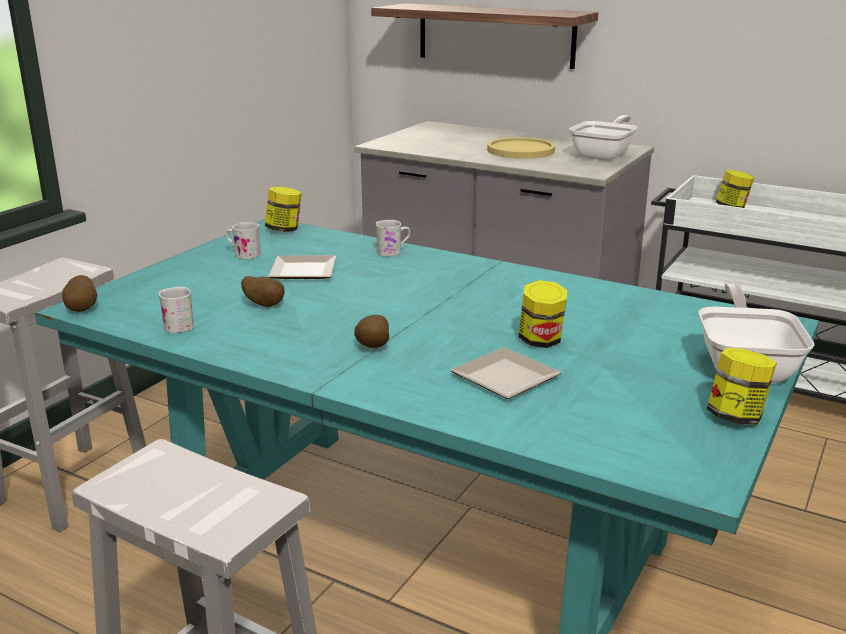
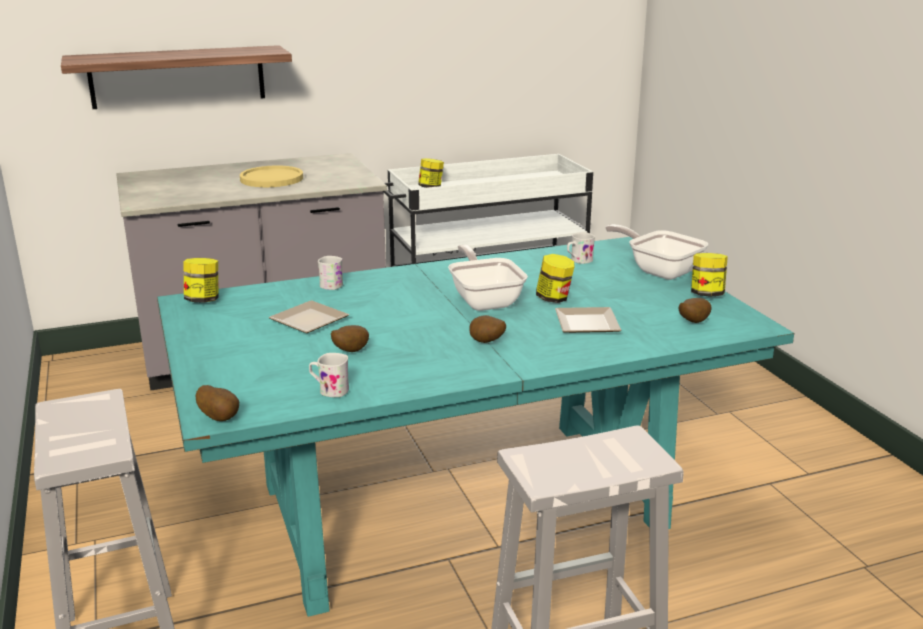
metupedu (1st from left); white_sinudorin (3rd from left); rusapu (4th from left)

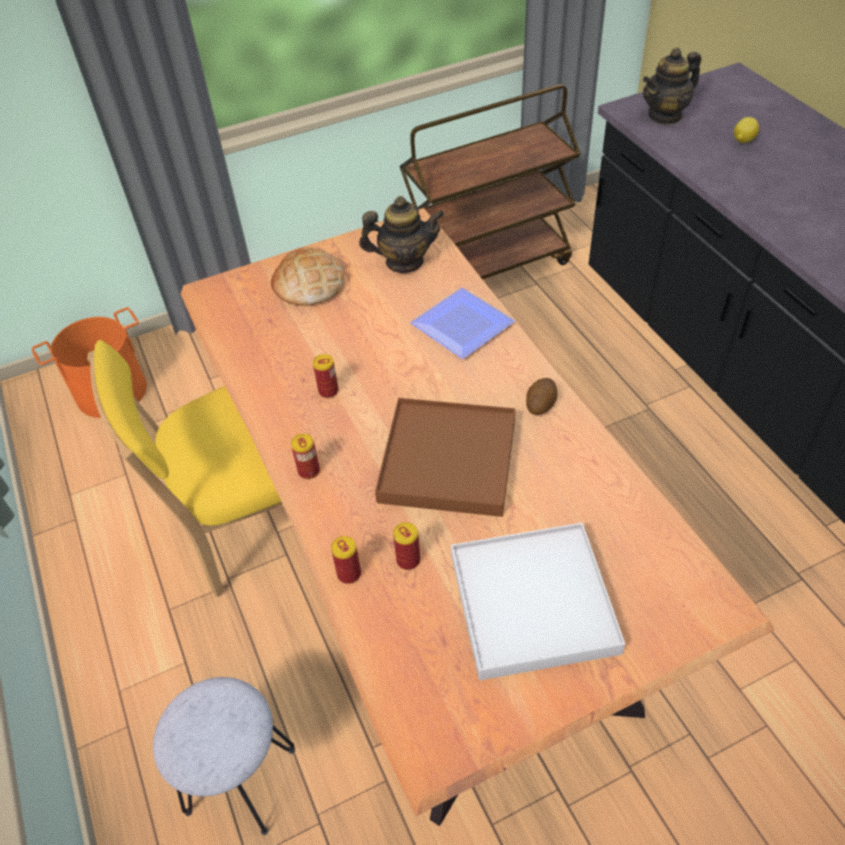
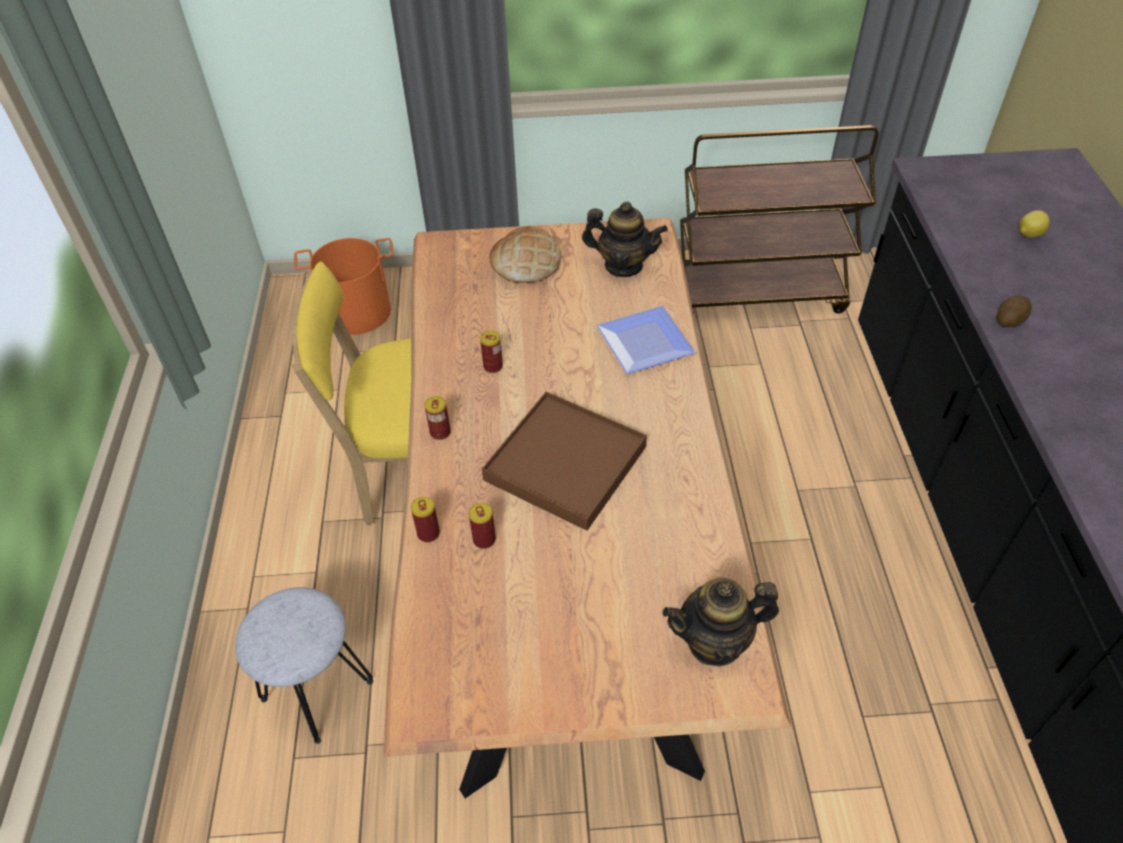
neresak (2nd from left); rusapu; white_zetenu

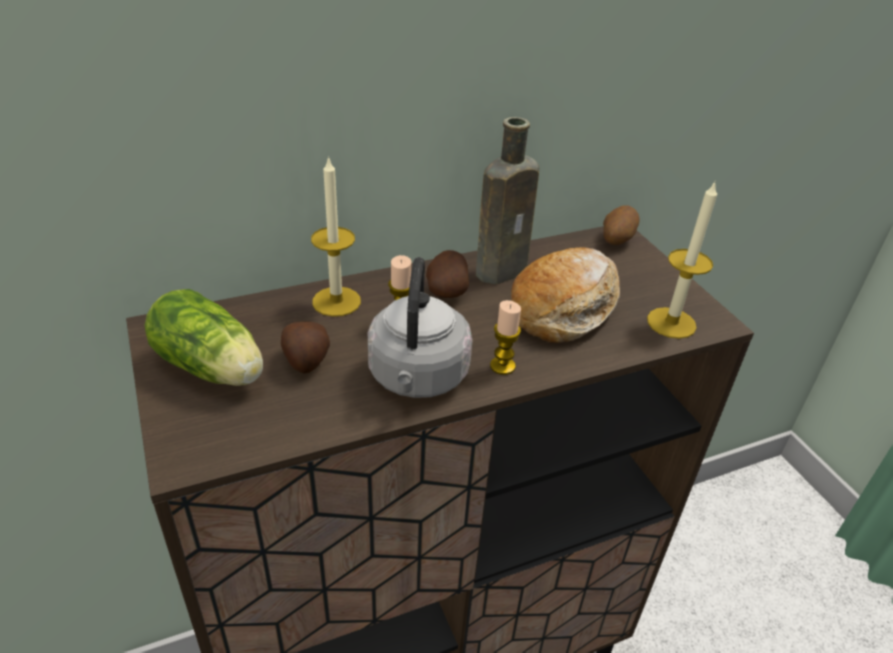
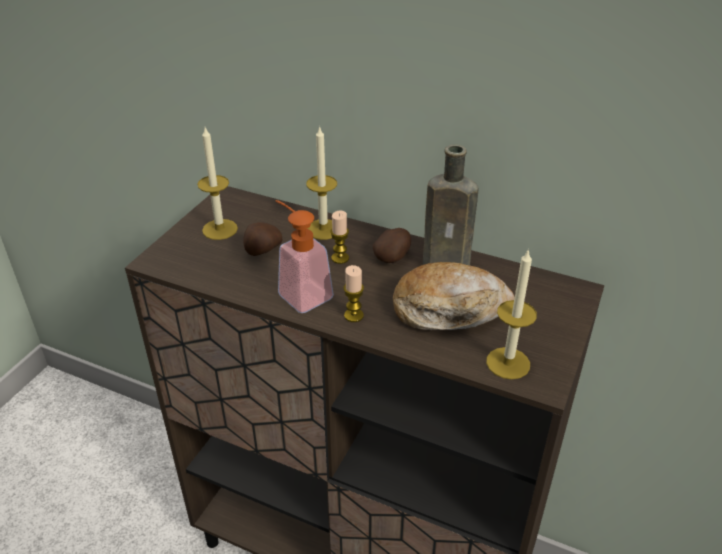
rusapu (3rd from left in the first image); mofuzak; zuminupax (1st from left)

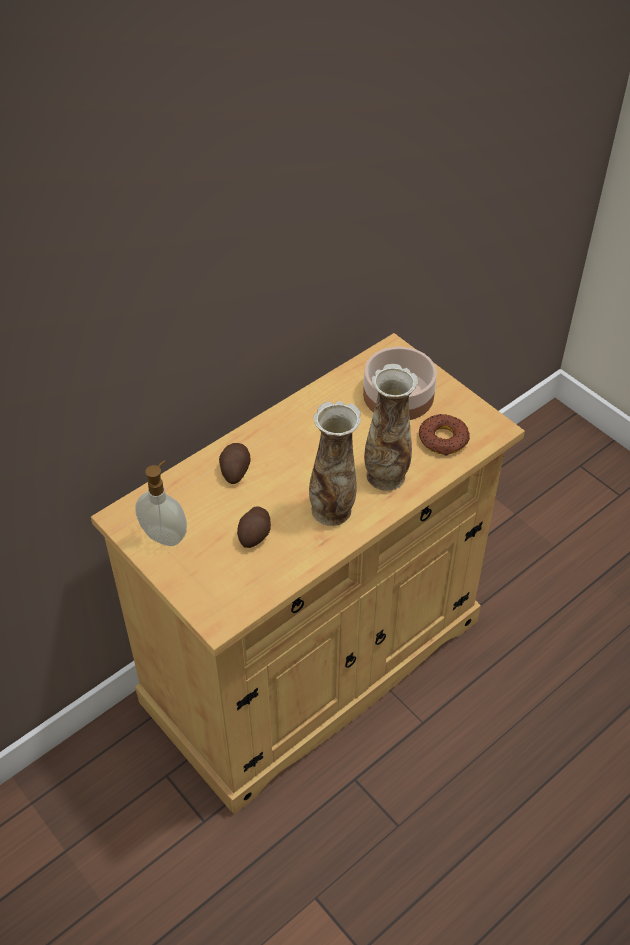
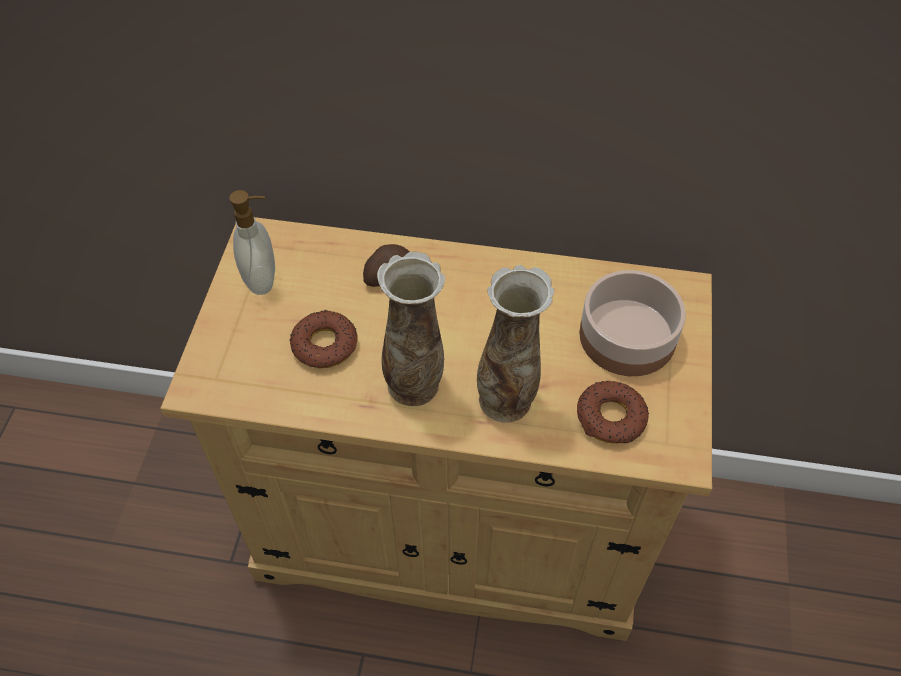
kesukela (1st from left)

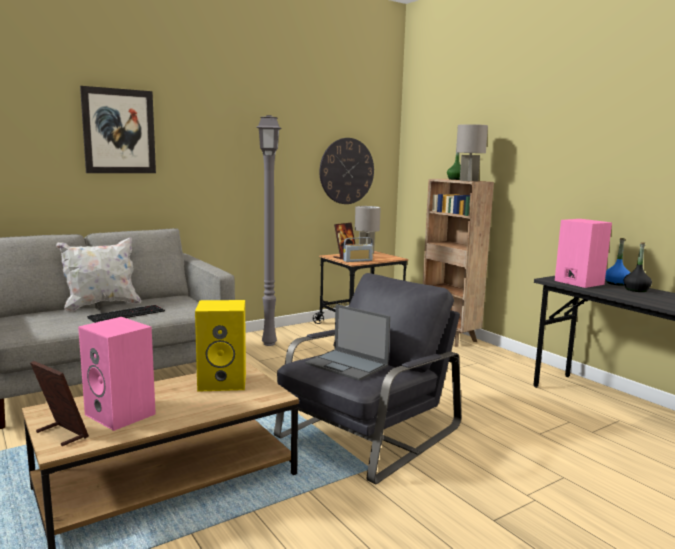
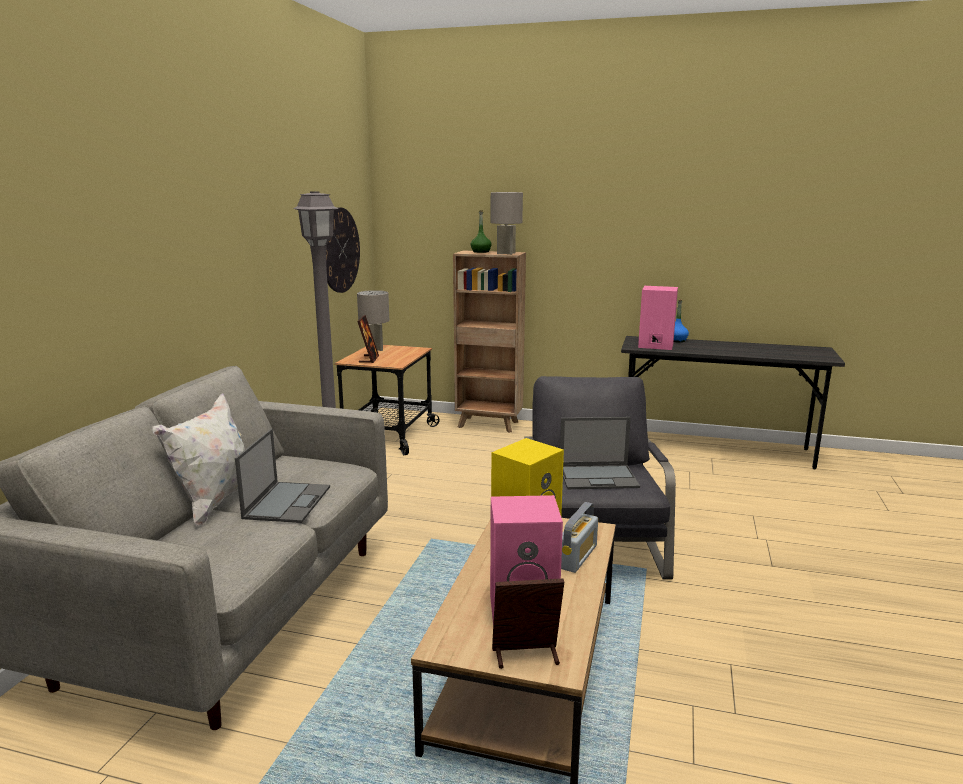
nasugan; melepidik; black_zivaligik; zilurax (1st from left)

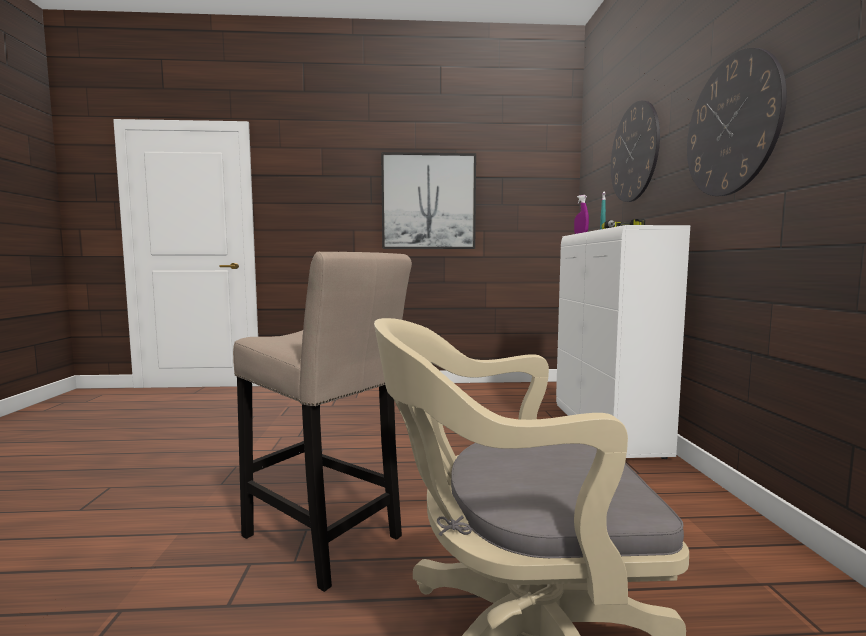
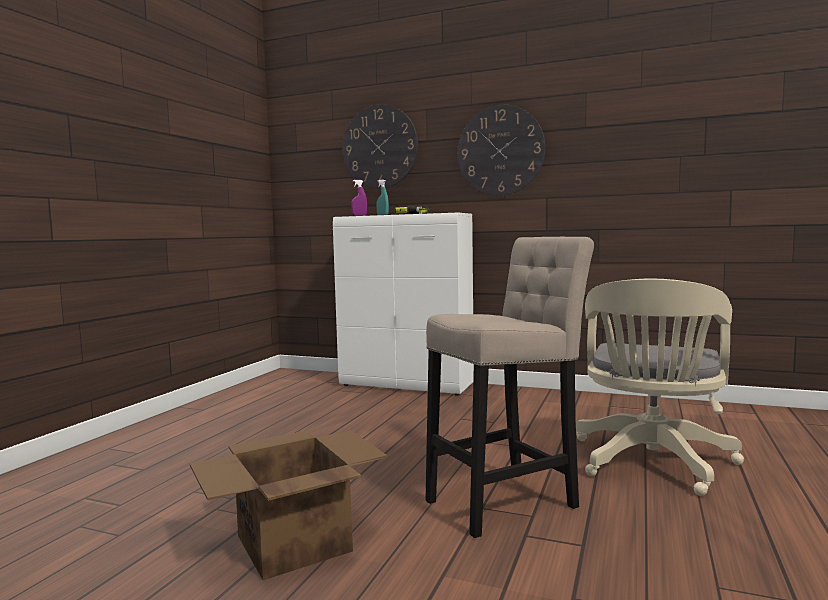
nasugan; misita

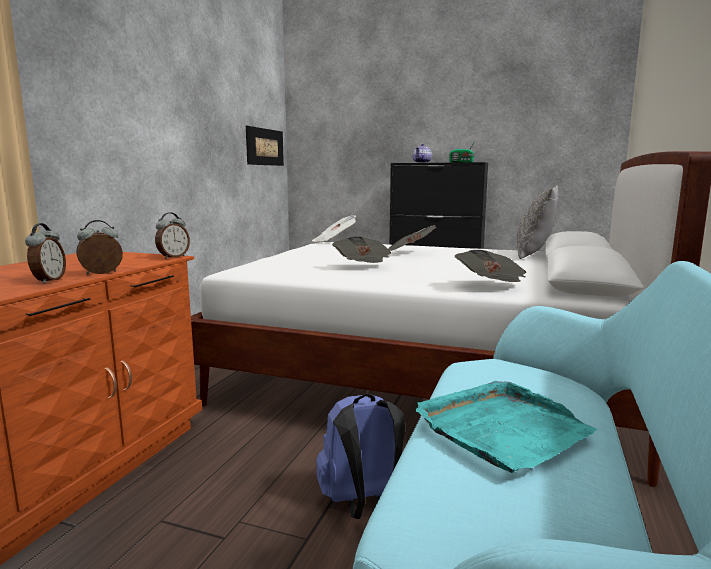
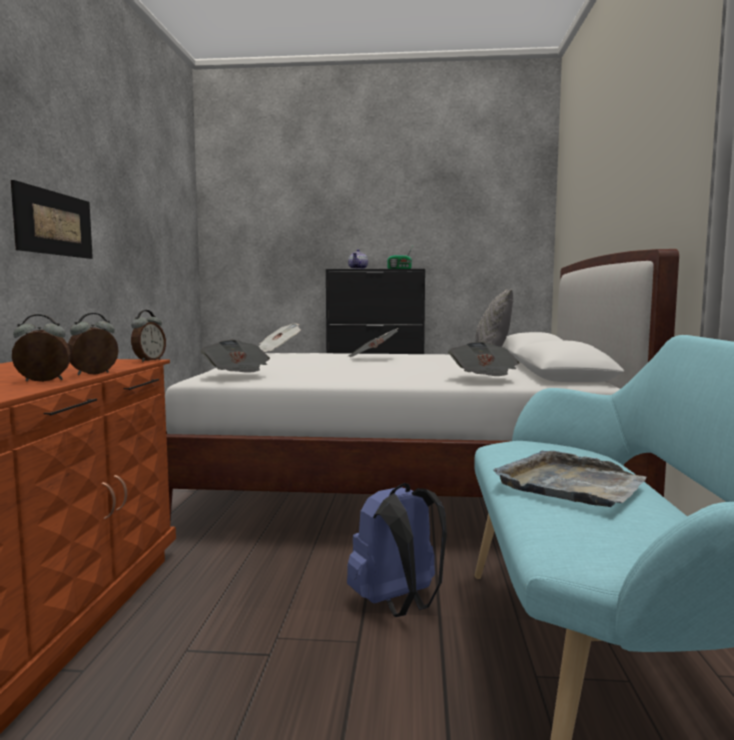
nasugan; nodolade (1st from left); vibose (1st from left); grey_zetenu

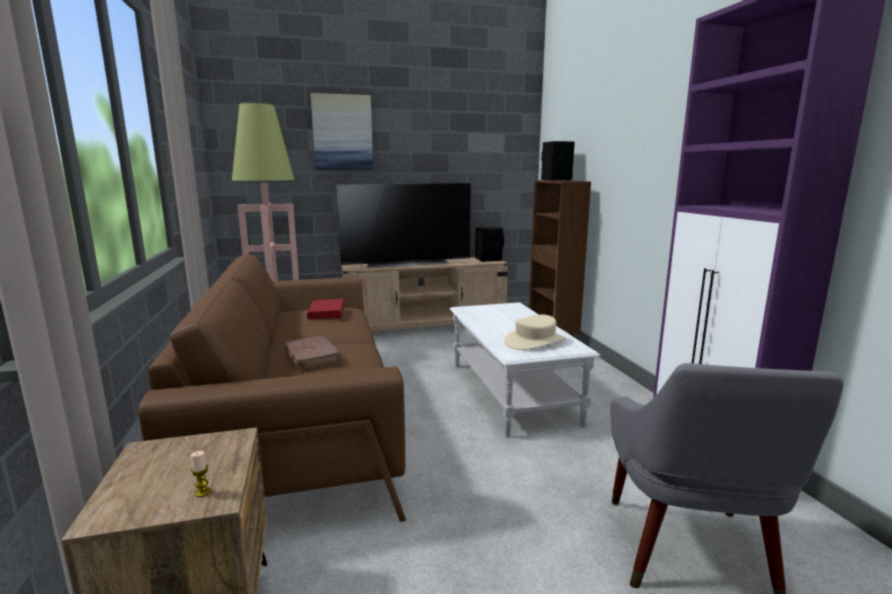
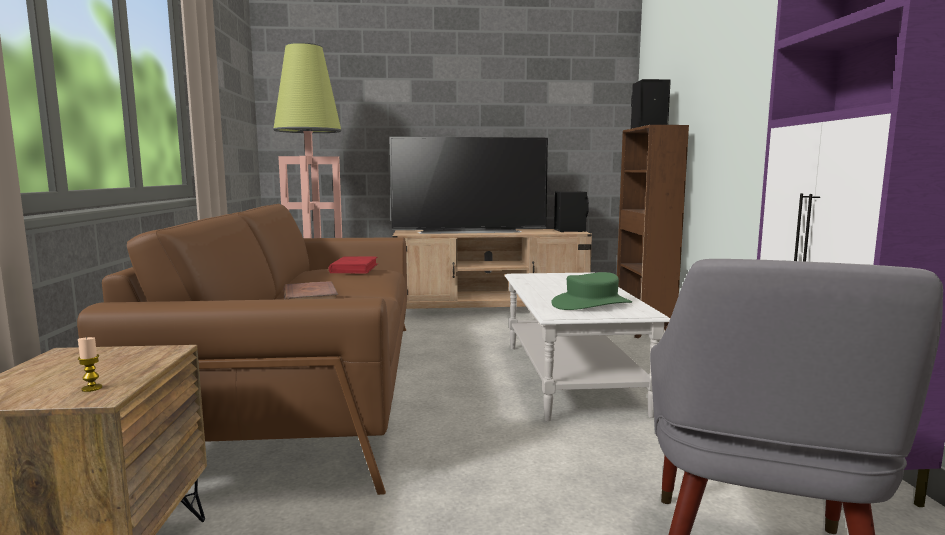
nasugan; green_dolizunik

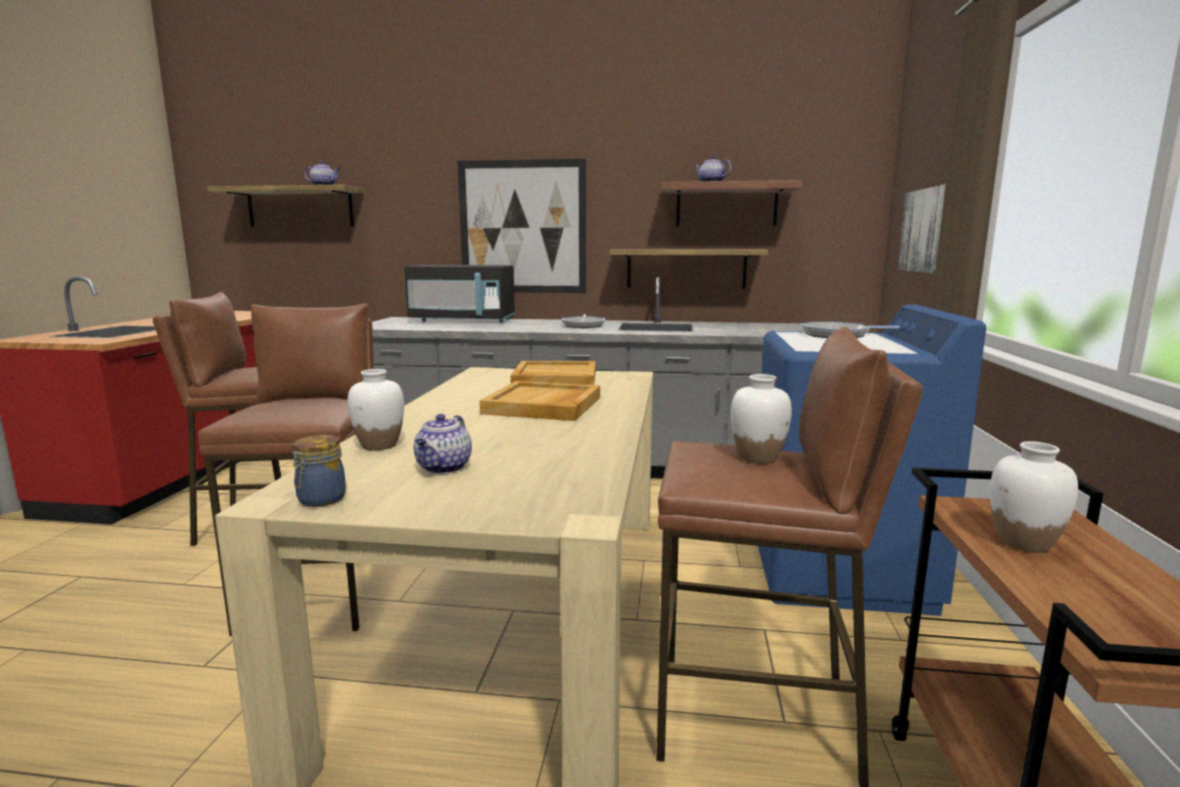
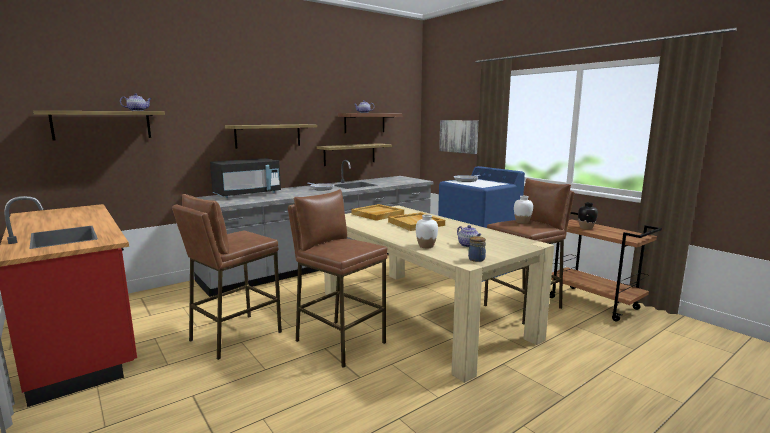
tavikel (2nd from left); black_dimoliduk

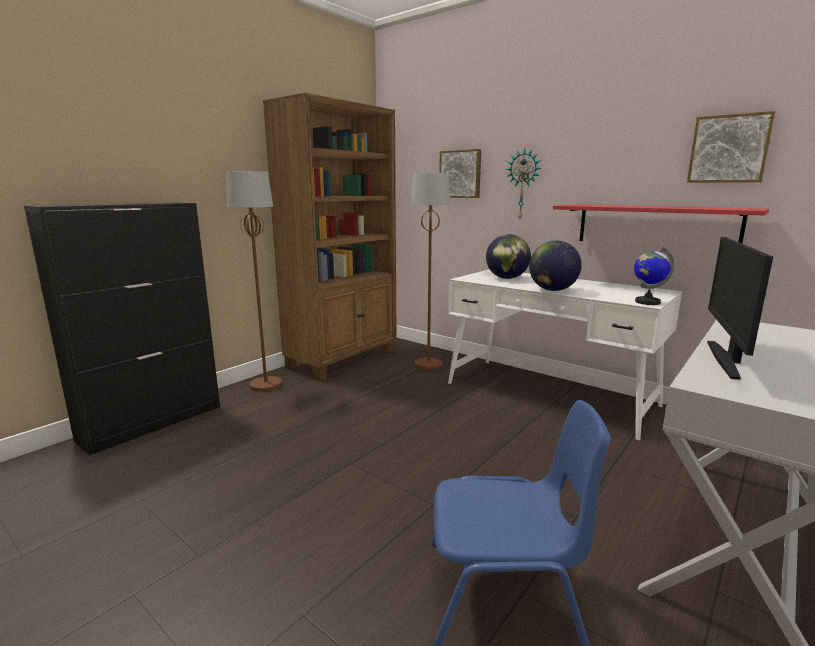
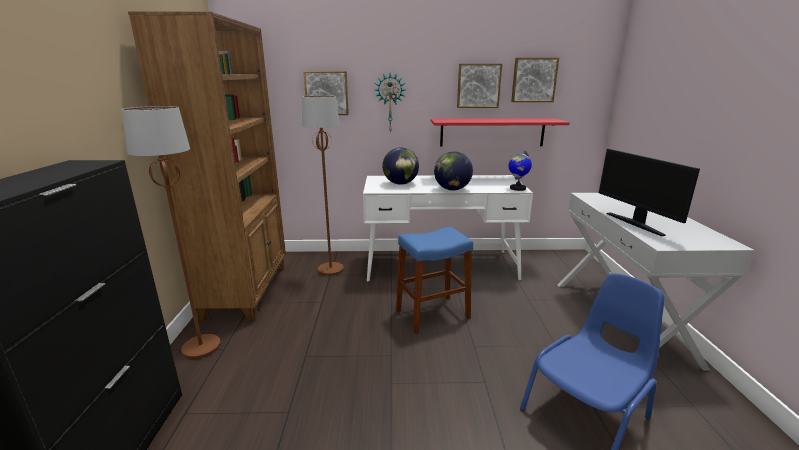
nasugan (2nd from left); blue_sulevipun

